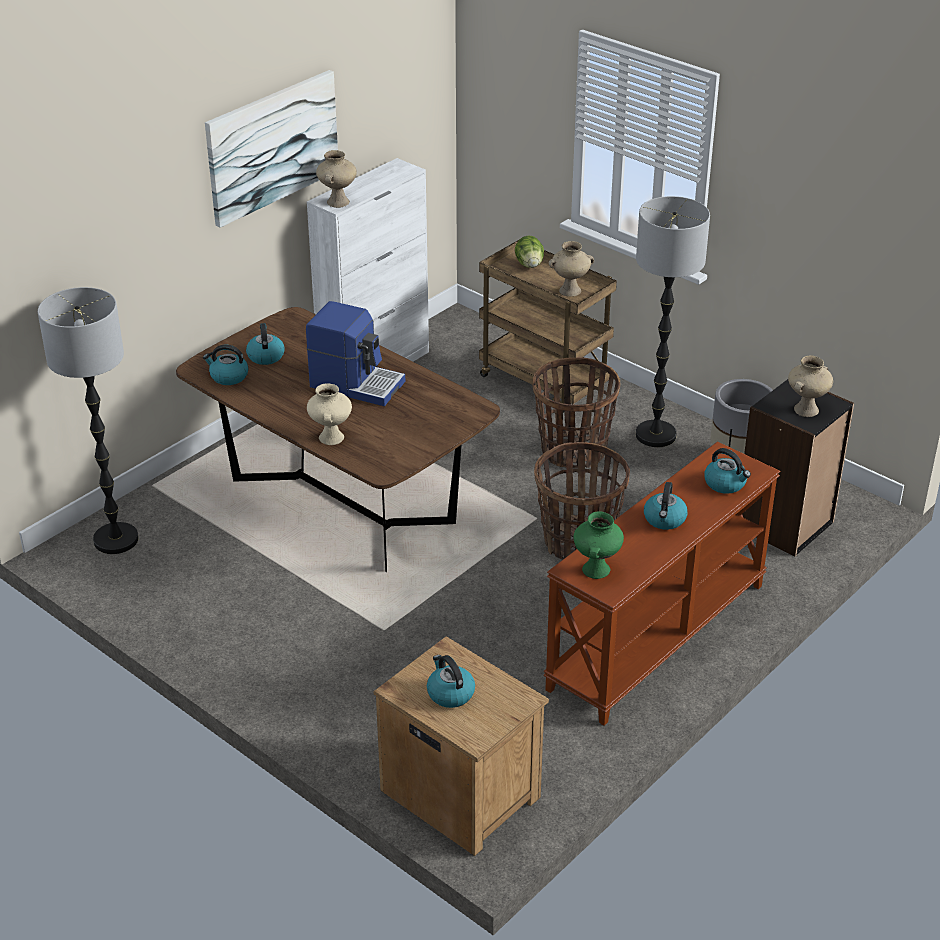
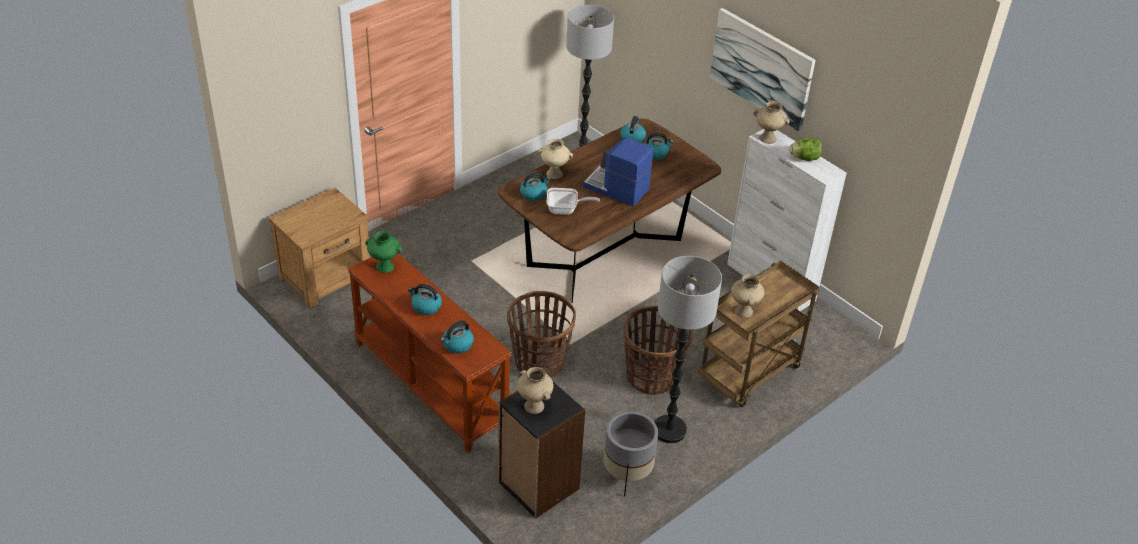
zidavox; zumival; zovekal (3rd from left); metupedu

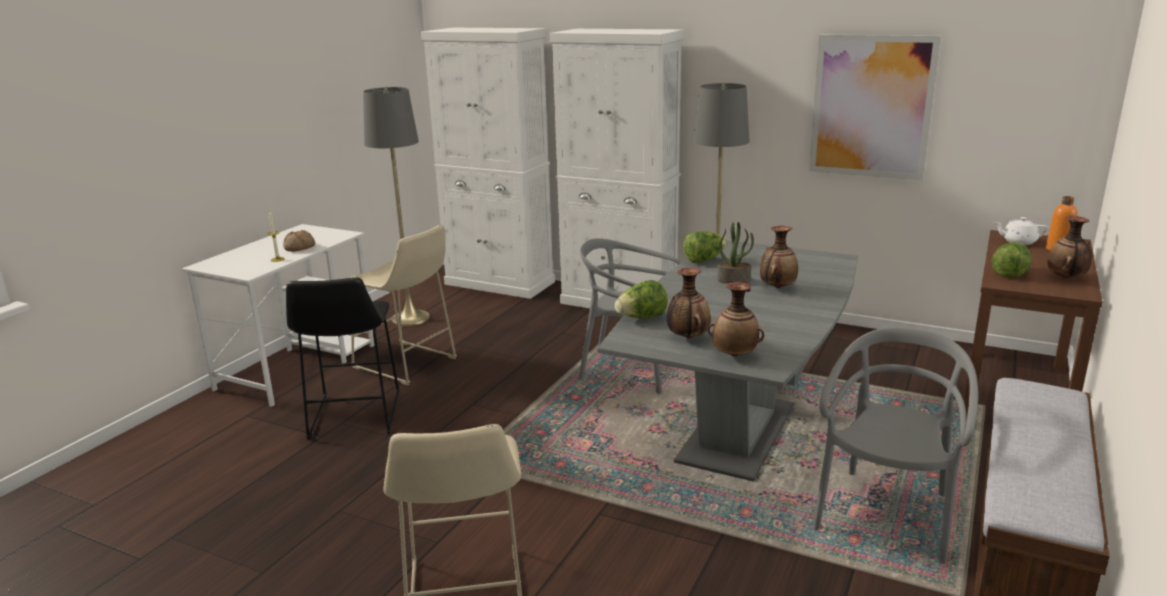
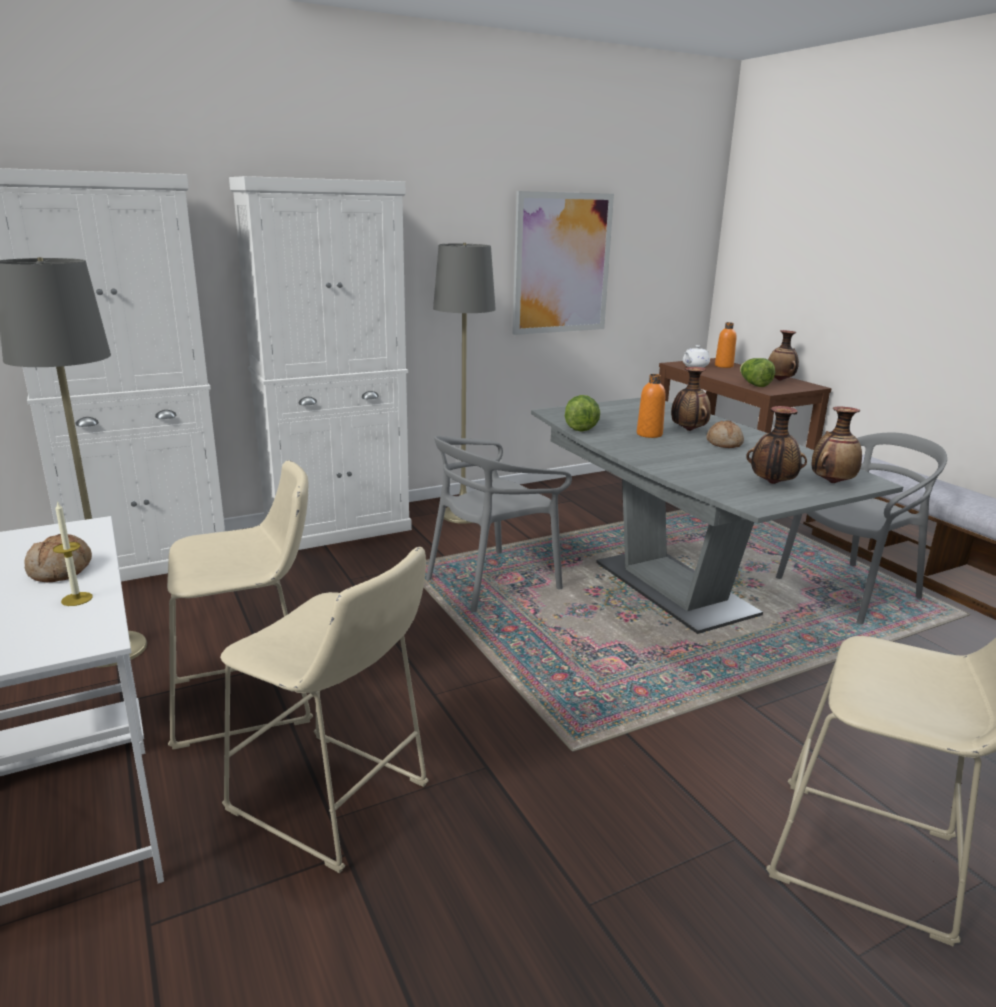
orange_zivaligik (1st from left); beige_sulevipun (2nd from left); zidavox (1st from left in the first image); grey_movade (2nd from left); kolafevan (2nd from left)

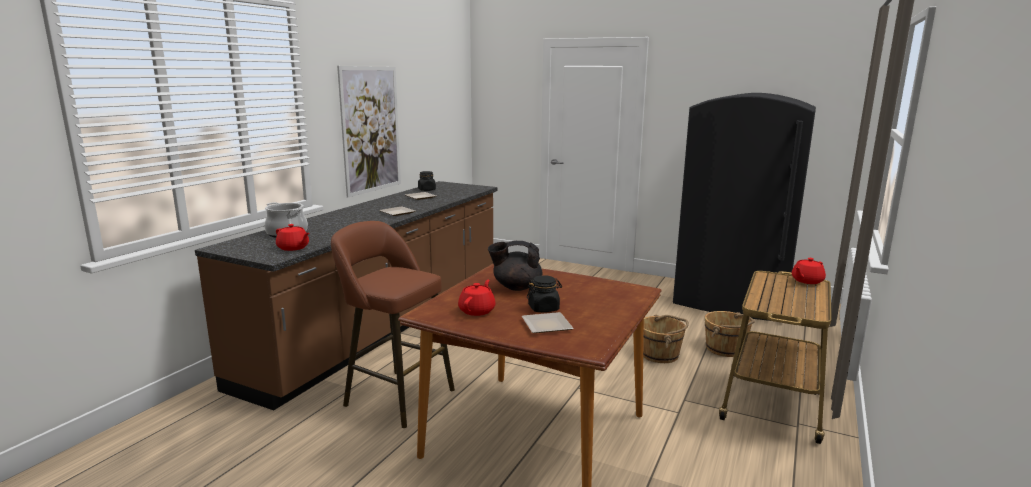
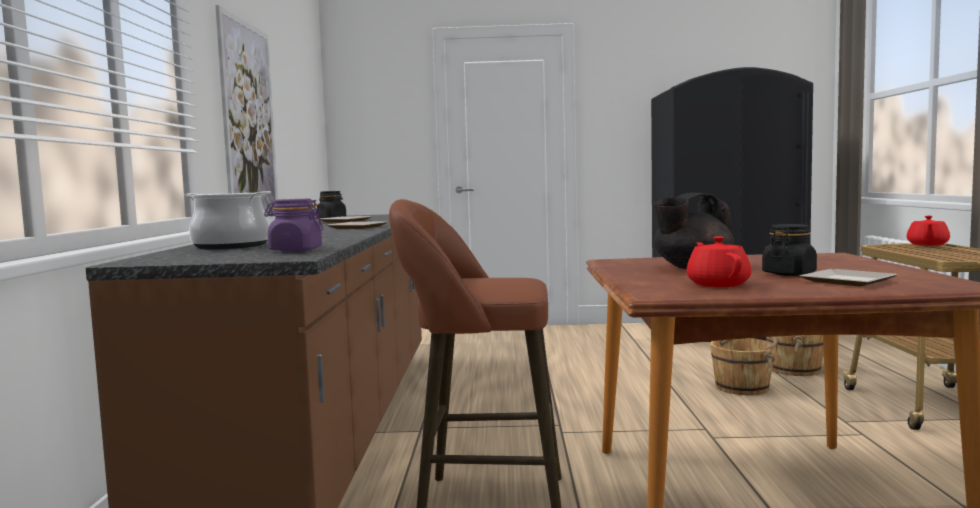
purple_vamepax

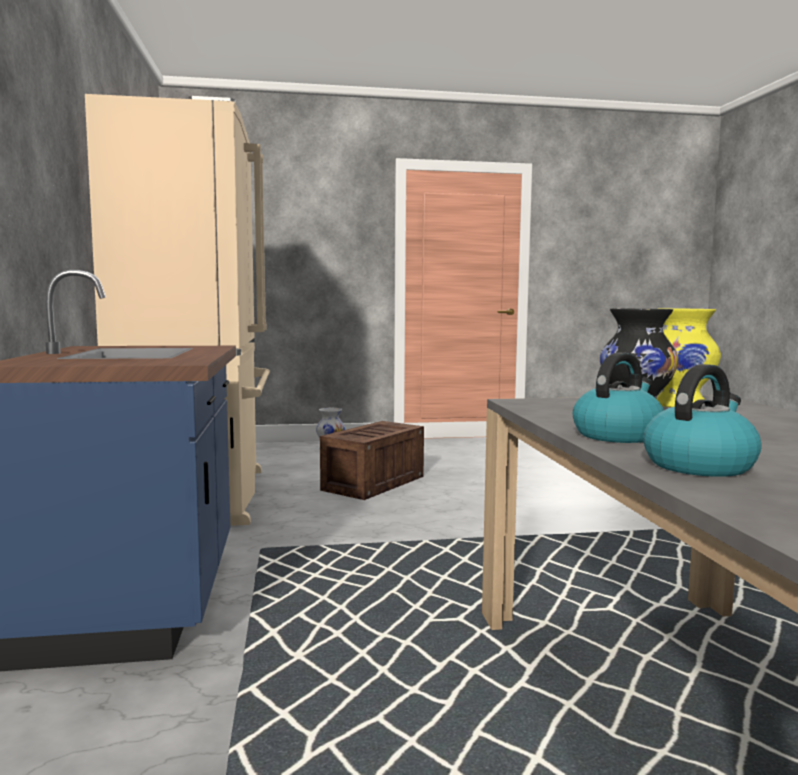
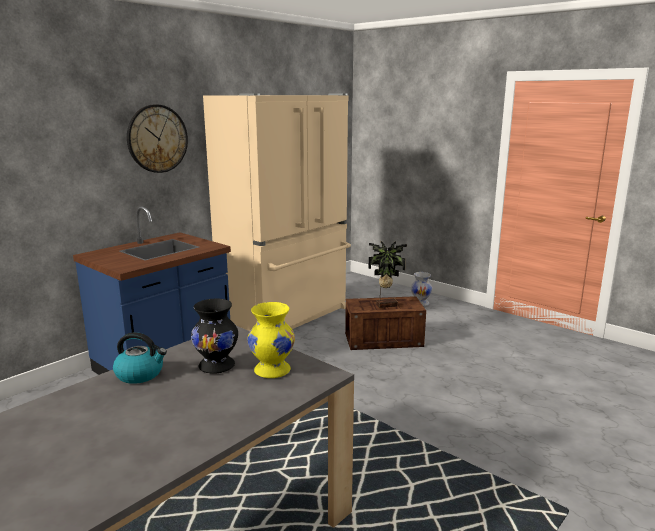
zovekal (2nd from left in the first image); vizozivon; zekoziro

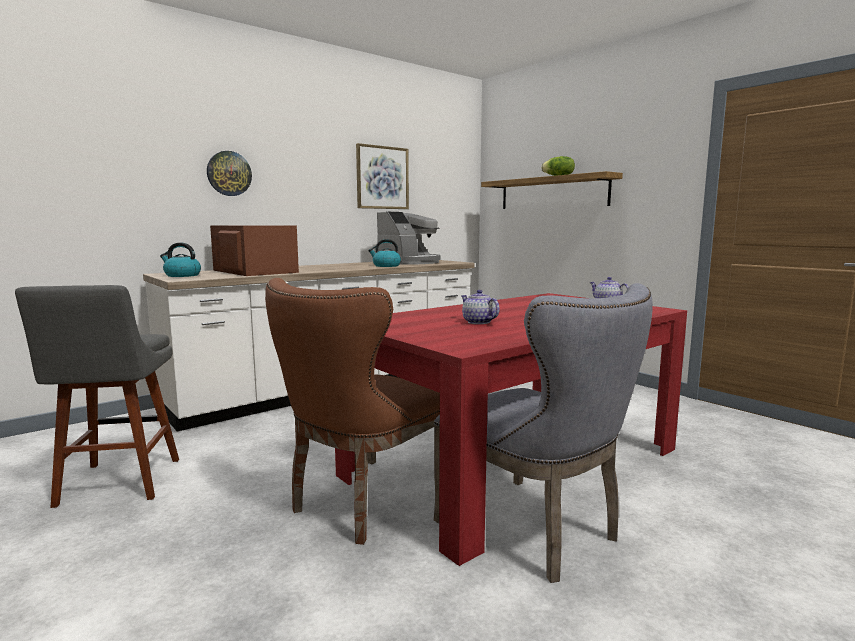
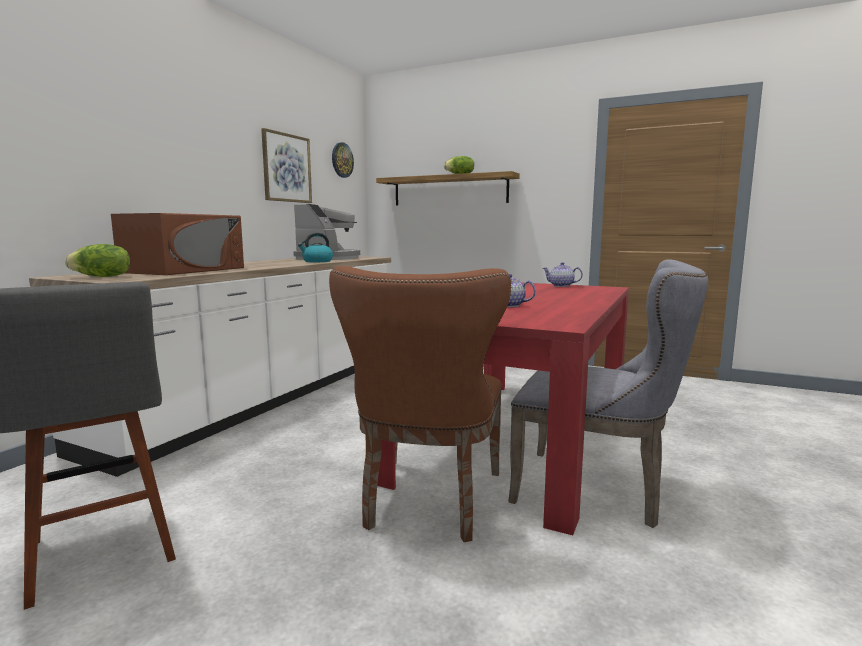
vizozivon; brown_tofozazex; zidavox (1st from left)

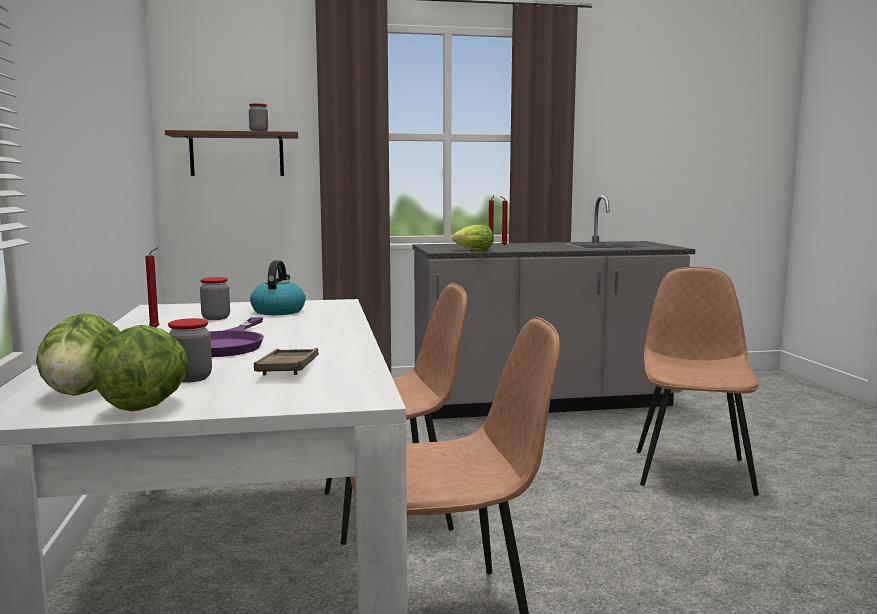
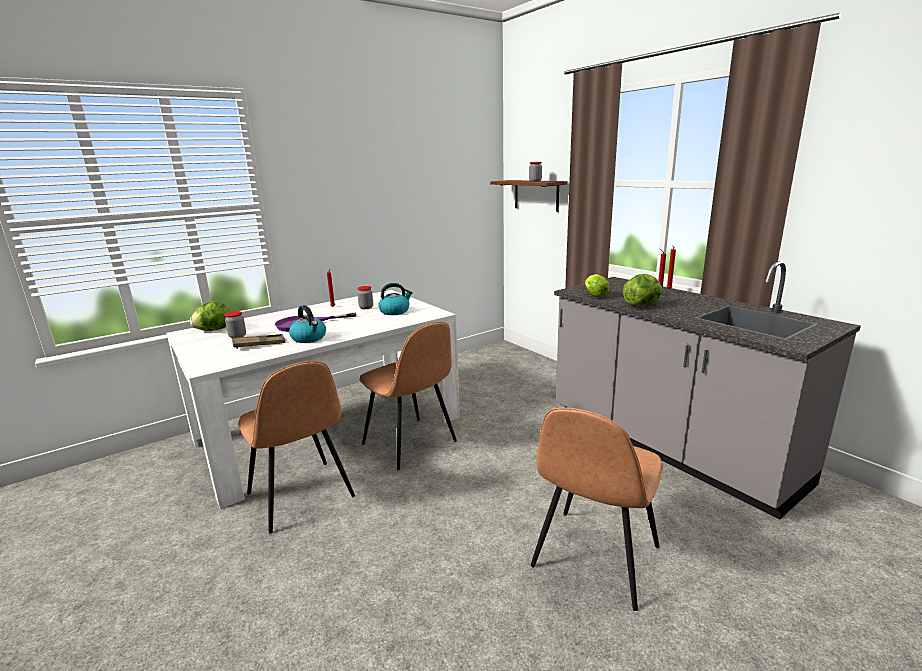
brown_movade (3rd from left); zidavox (3rd from left); zovekal (1st from left)

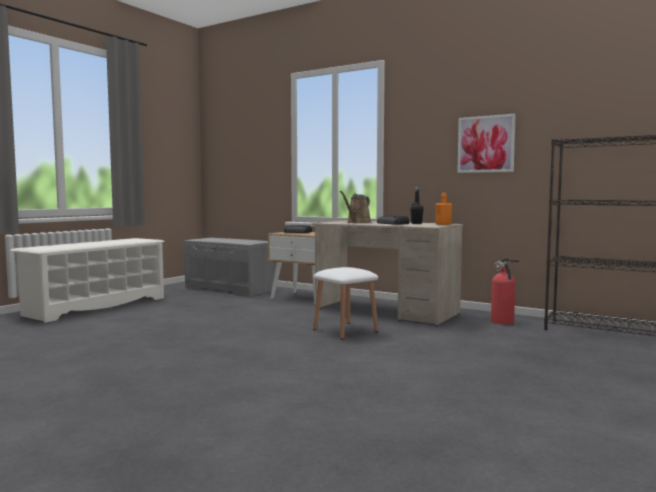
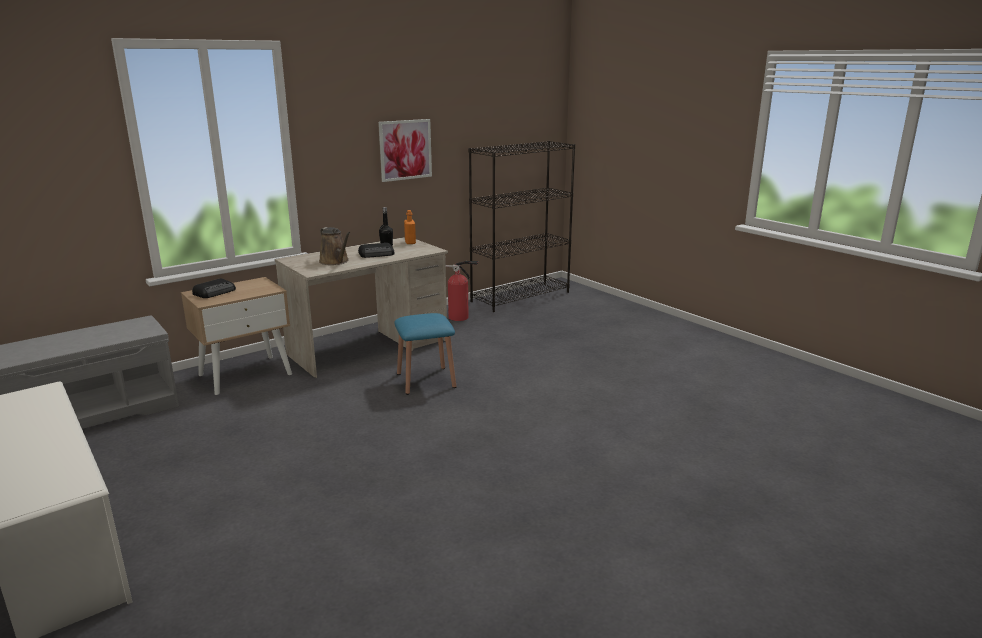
blue_sulevipun

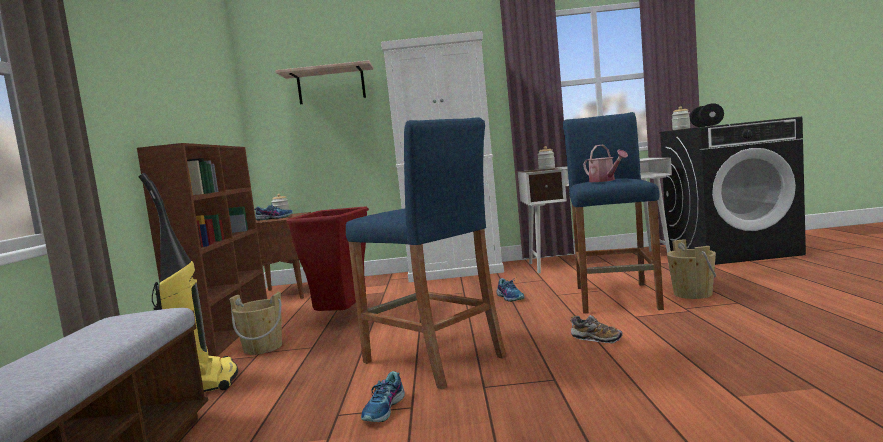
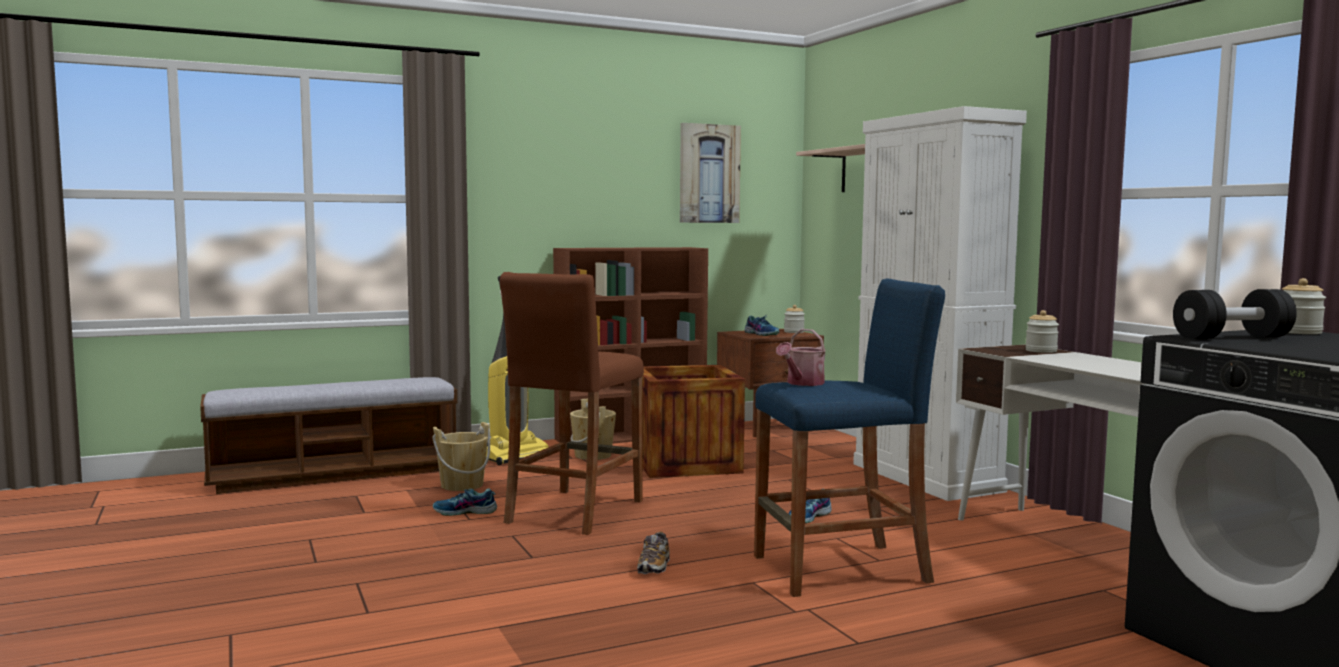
brown_sulevipun; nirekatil; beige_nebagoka (1st from left); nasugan

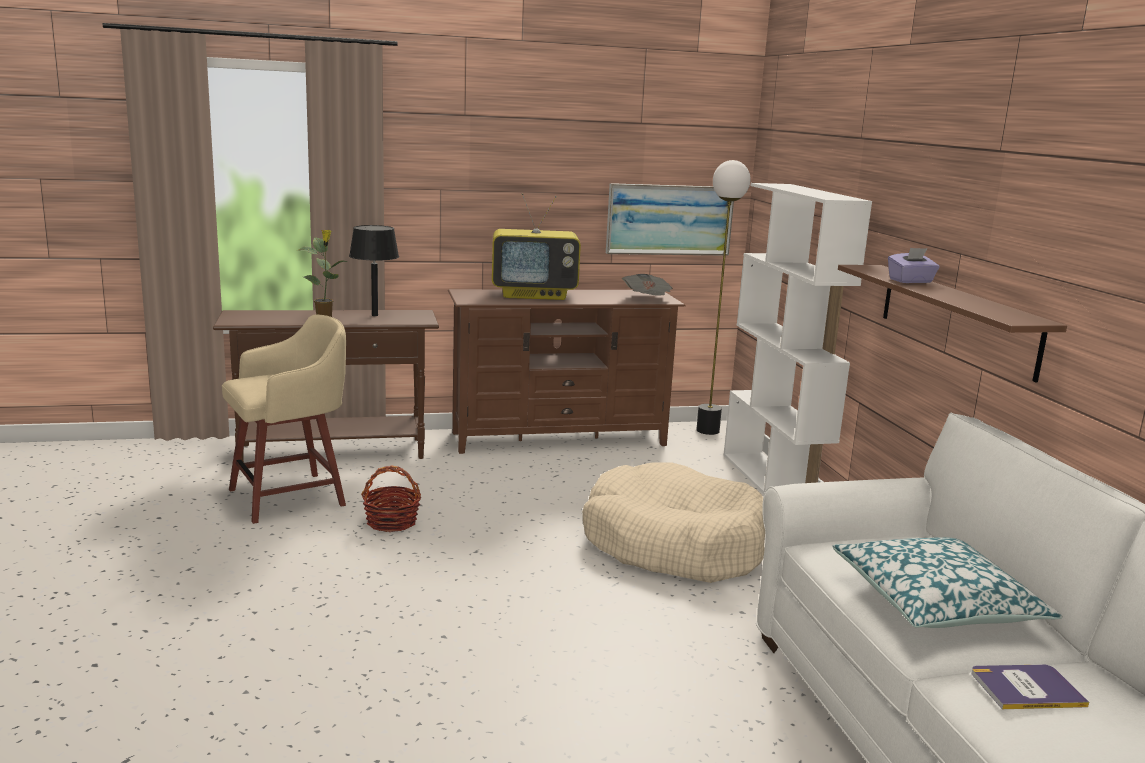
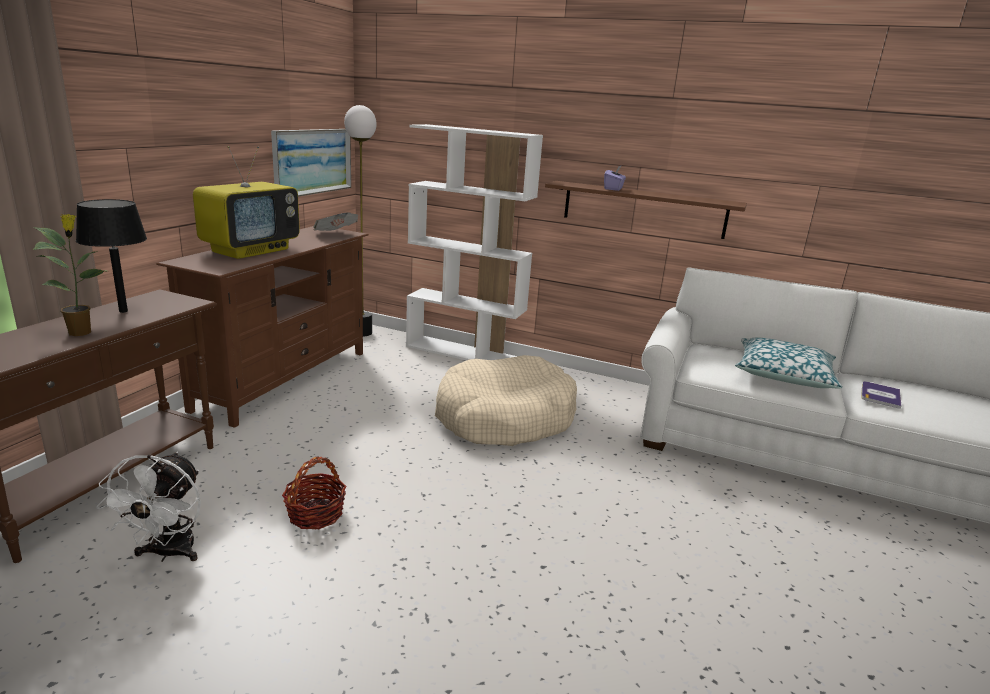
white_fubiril

